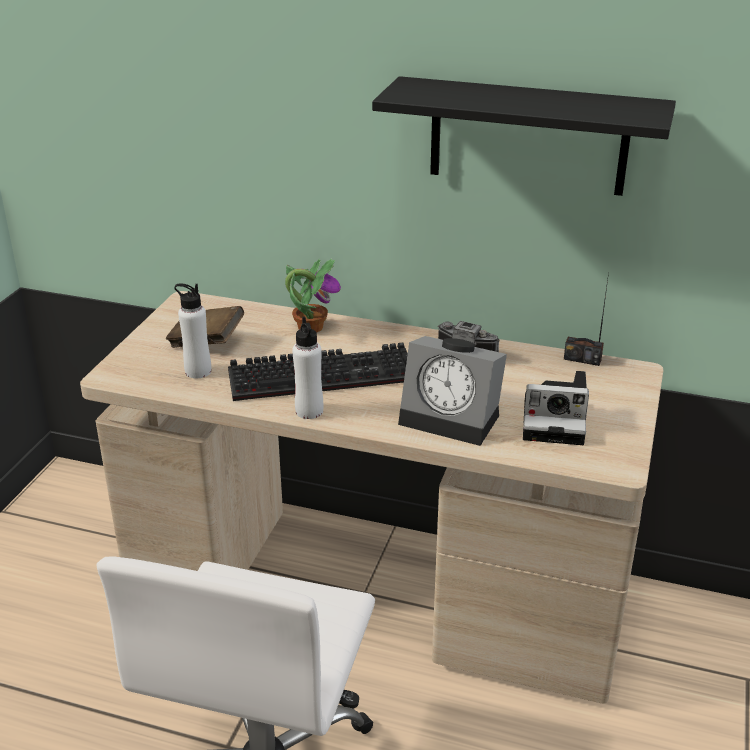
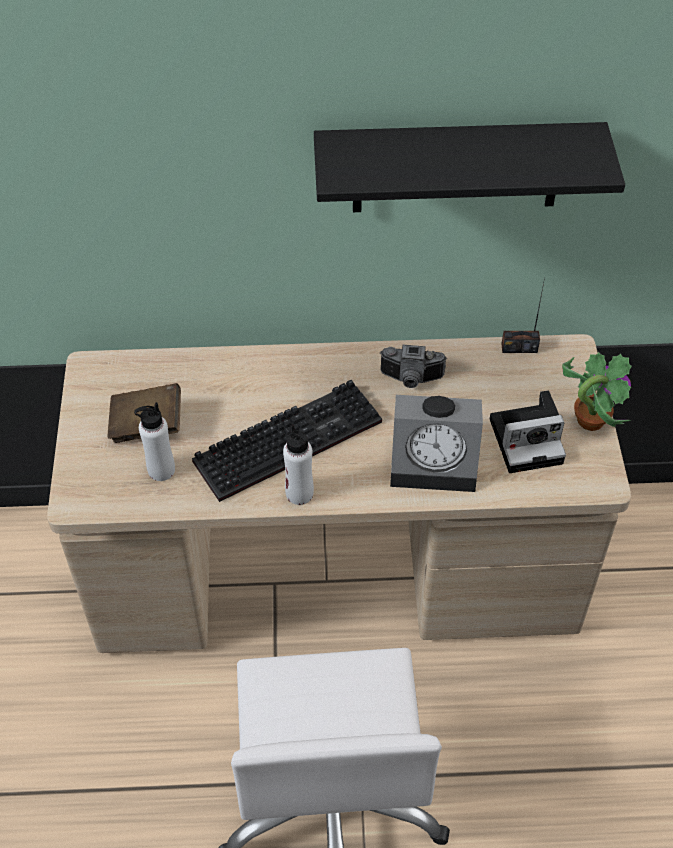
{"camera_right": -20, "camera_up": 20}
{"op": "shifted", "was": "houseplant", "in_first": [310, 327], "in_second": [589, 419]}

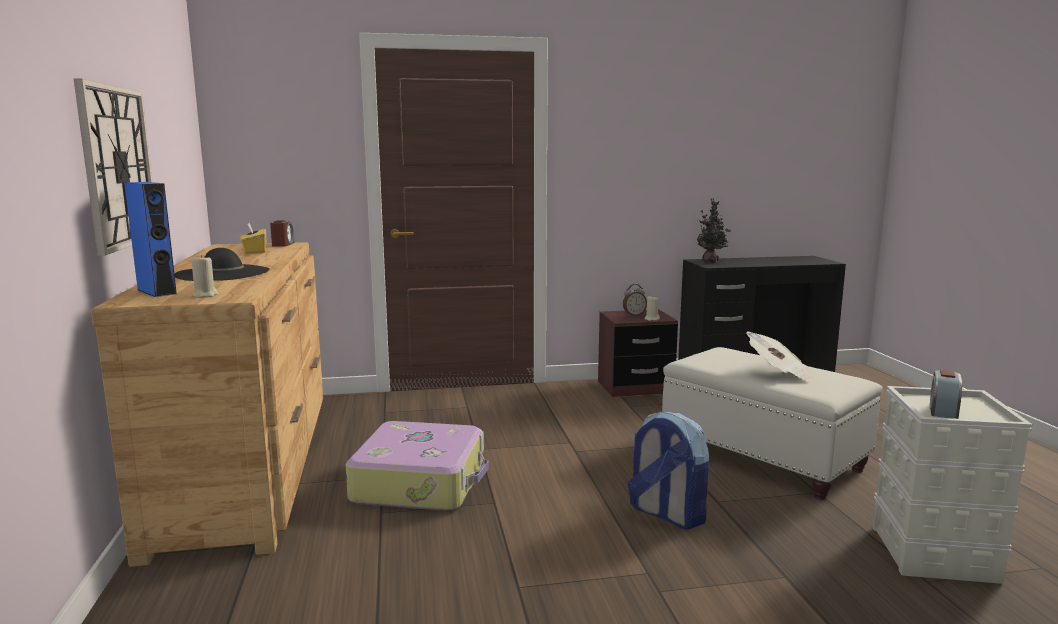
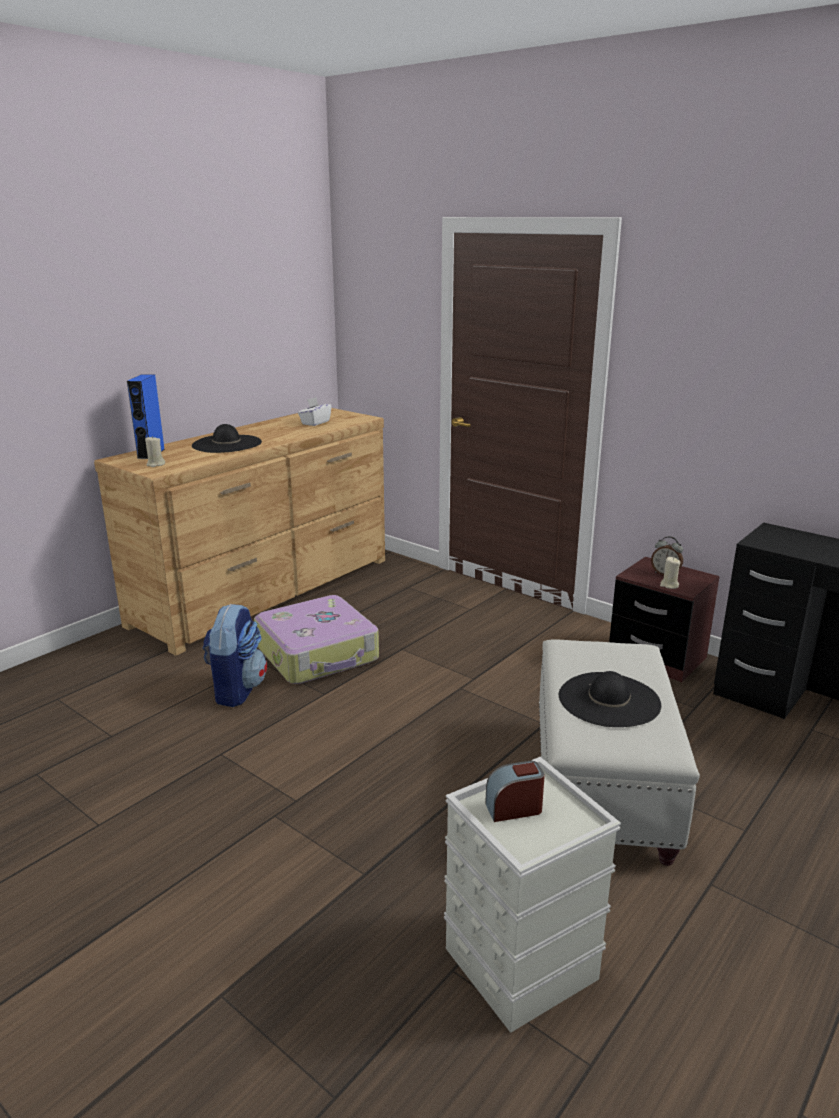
{"camera_right": 50, "camera_up": 10}
{"op": "gone", "was": "clock on the wall", "in_first": [117, 167]}
{"op": "gone", "was": "alarm clock", "in_first": [283, 244]}
{"op": "gone", "was": "houseplant", "in_first": [712, 261]}
{"op": "shifted", "was": "backpack", "in_first": [666, 514], "in_second": [236, 689]}
{"op": "swapped", "was": "newspaper", "now": "clothing hat (black-coloured)", "in_first": [778, 373], "in_second": [609, 700]}
{"op": "repainted", "was": "tissue box (yellow)", "now": "tissue box (whitish)", "in_first": [254, 252], "in_second": [315, 423]}

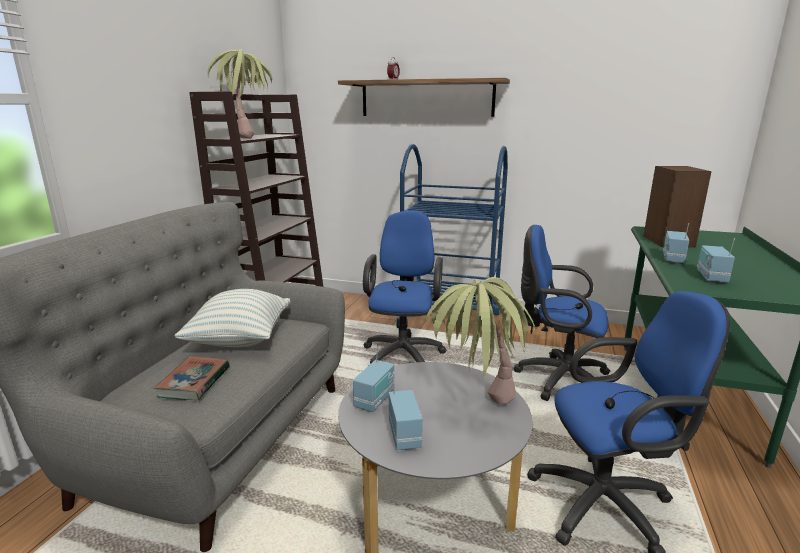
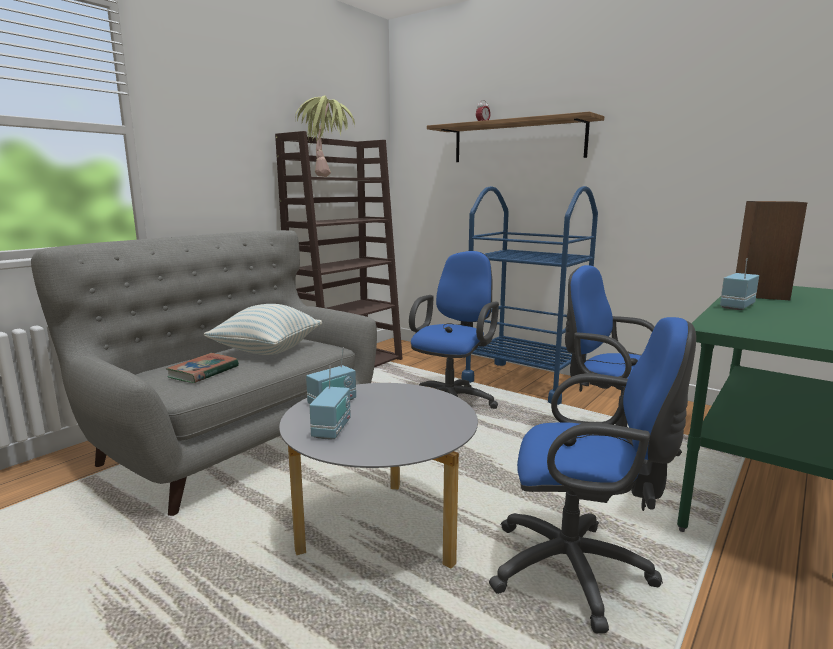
{"camera_right": 20, "camera_up": -5}
{"op": "gone", "was": "houseplant", "in_first": [475, 408]}
{"op": "gone", "was": "radio", "in_first": [711, 277]}

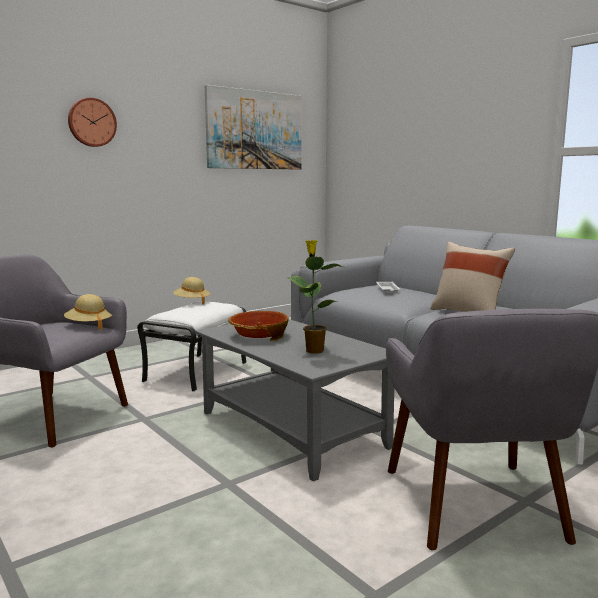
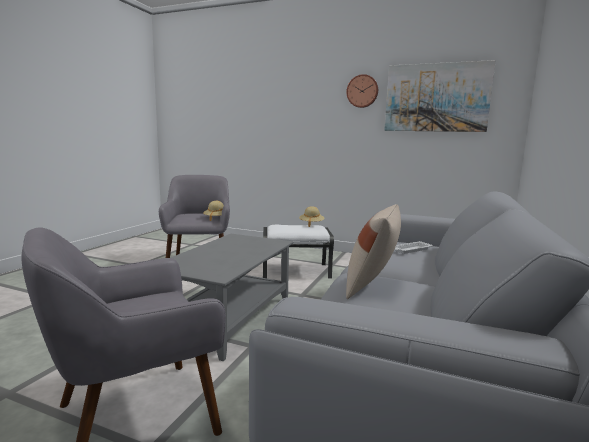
{"camera_right": 60, "camera_up": 0}
{"op": "gone", "was": "serving bowl", "in_first": [258, 335]}
{"op": "gone", "was": "houseplant", "in_first": [313, 350]}
{"op": "shifted", "was": "clock on the wall", "in_first": [91, 122], "in_second": [362, 91]}

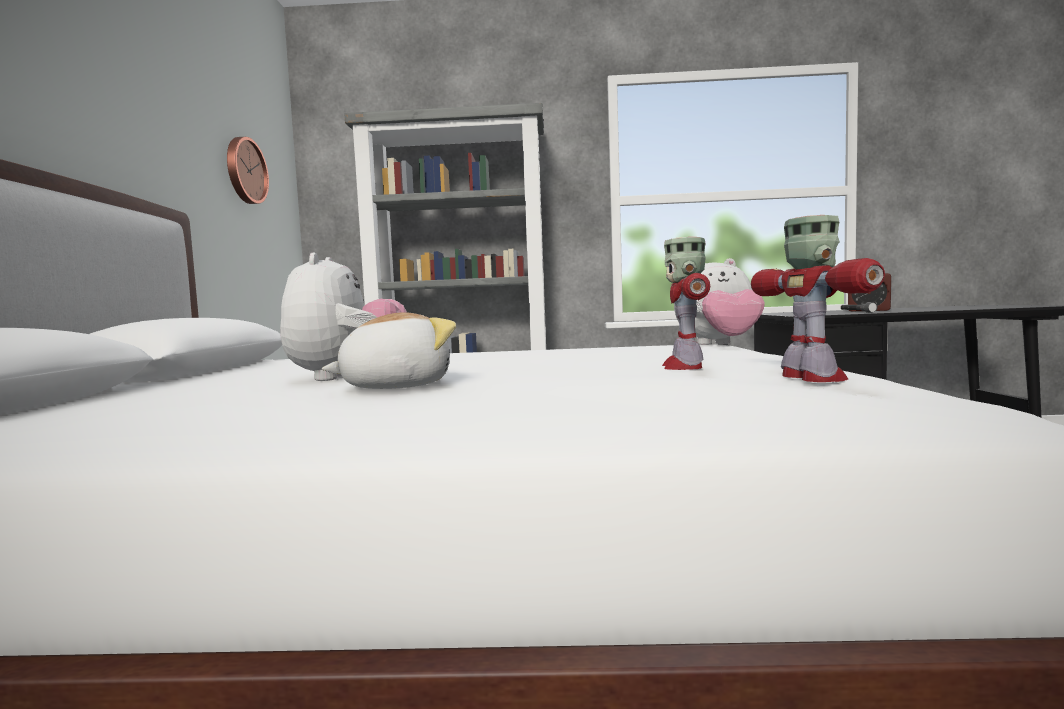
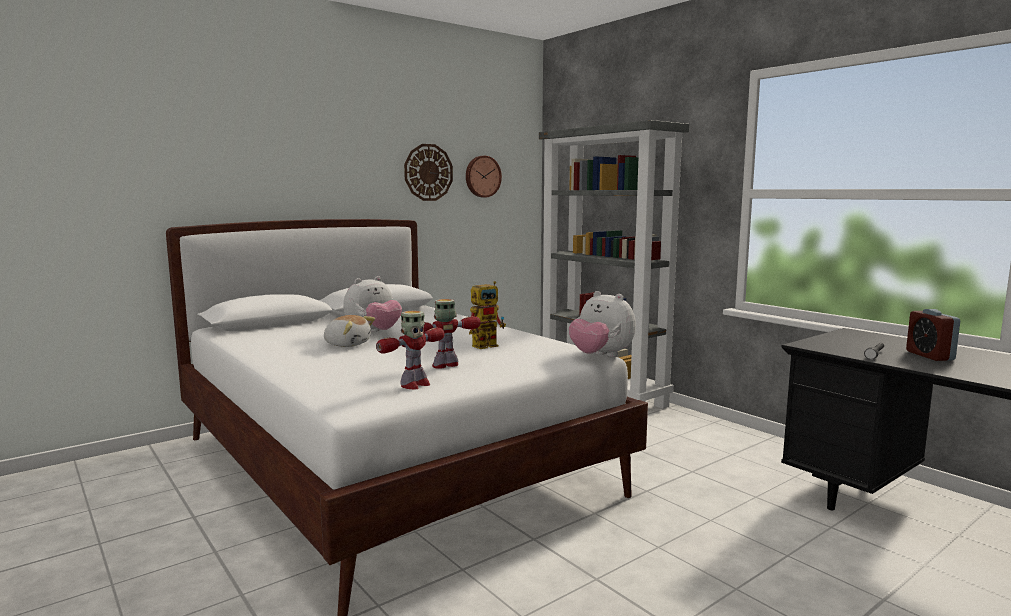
{"camera_right": 50, "camera_up": 5}
{"op": "new", "now": "clock on the wall", "in_second": [428, 172]}
{"op": "new", "now": "model robot", "in_second": [488, 345]}

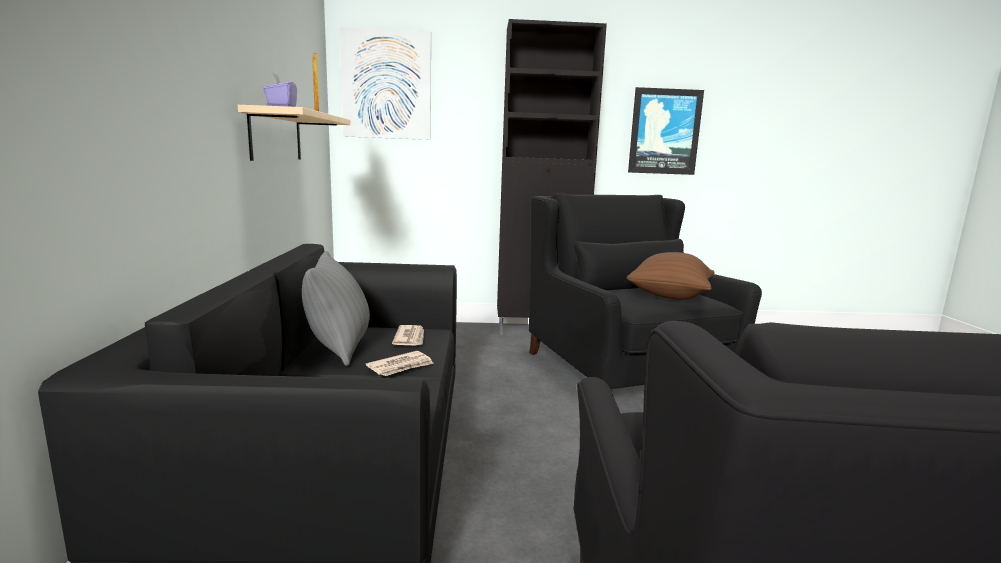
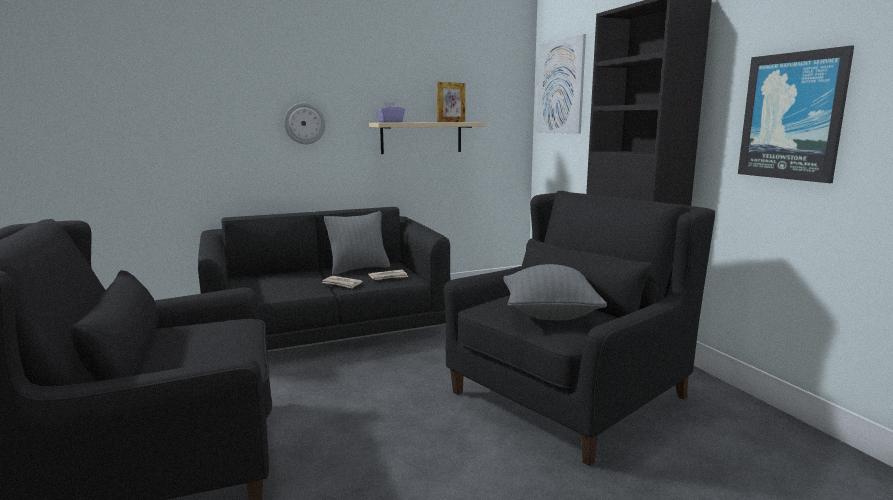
{"camera_right": 70, "camera_up": 0}
{"op": "new", "now": "clock on the wall", "in_second": [304, 123]}
{"op": "repainted", "was": "pillow (brown-coloured)", "now": "pillow (greyish)", "in_first": [669, 296], "in_second": [549, 314]}

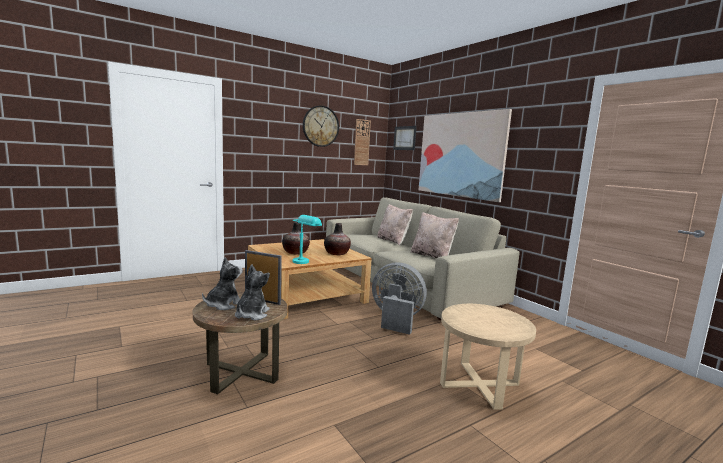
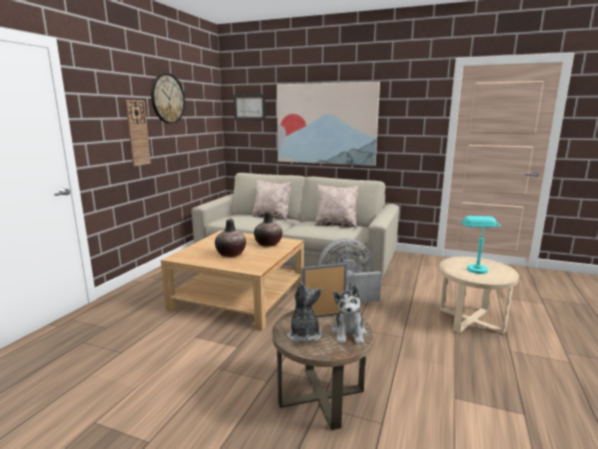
{"camera_right": -35, "camera_up": 5}
{"op": "shifted", "was": "tabletop lamp (turquoise)", "in_first": [304, 260], "in_second": [474, 267]}
{"op": "shifted", "was": "clock on the wall", "in_first": [361, 142], "in_second": [137, 133]}
{"op": "rotated", "was": "soft toy", "in_first": [251, 315], "in_second": [349, 333], "clockwise": -150}

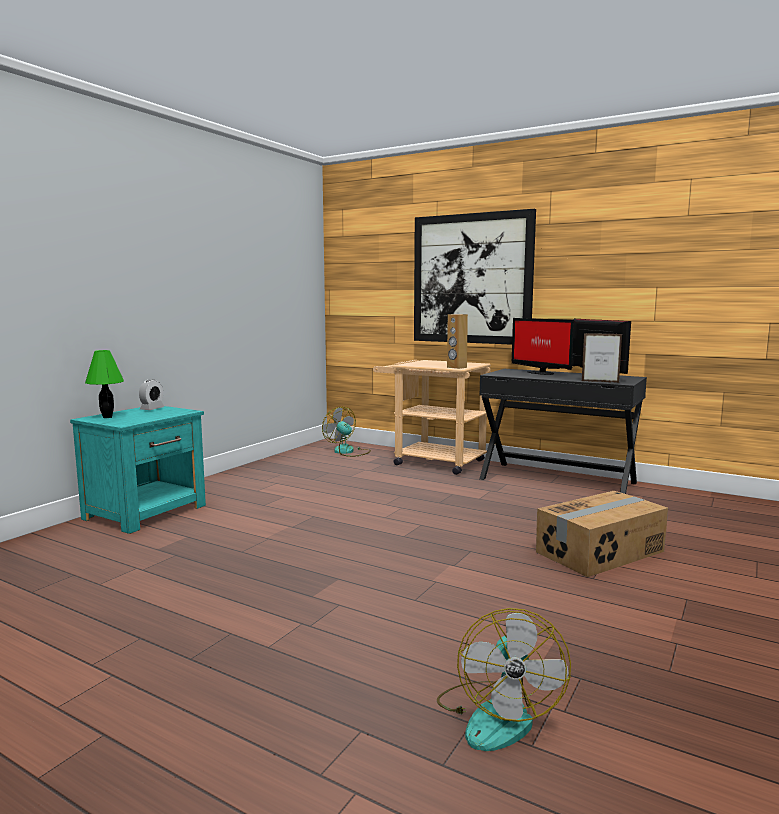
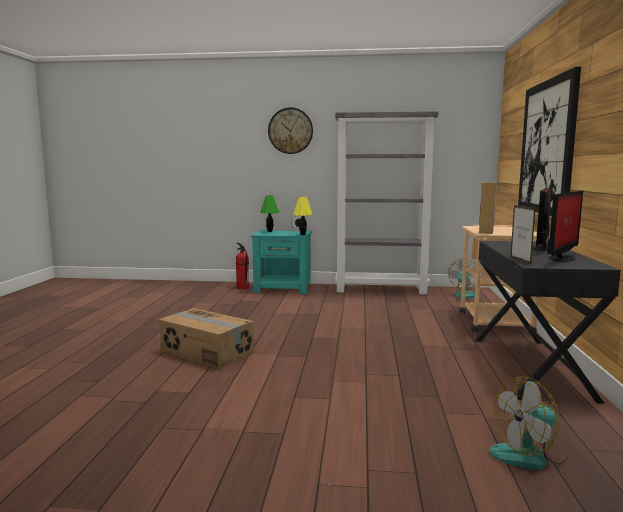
{"camera_right": 65, "camera_up": 0}
{"op": "new", "now": "fire-fighting cylinder", "in_second": [242, 287]}
{"op": "new", "now": "clock on the wall", "in_second": [290, 131]}
{"op": "new", "now": "tabletop lamp (yellow)", "in_second": [303, 234]}
{"op": "new", "now": "shelving unit (greyish)", "in_second": [381, 289]}
{"op": "shifted", "was": "electric fan", "in_first": [497, 715], "in_second": [529, 455]}
{"op": "shifted", "was": "packing box", "in_first": [601, 552], "in_second": [206, 352]}

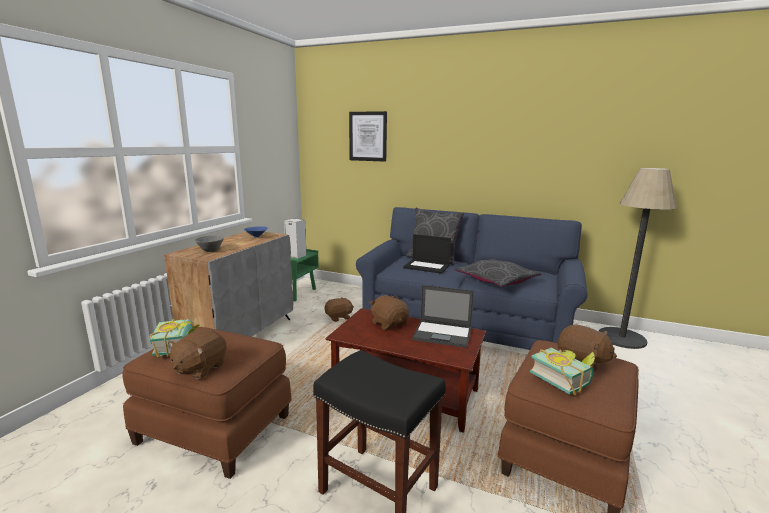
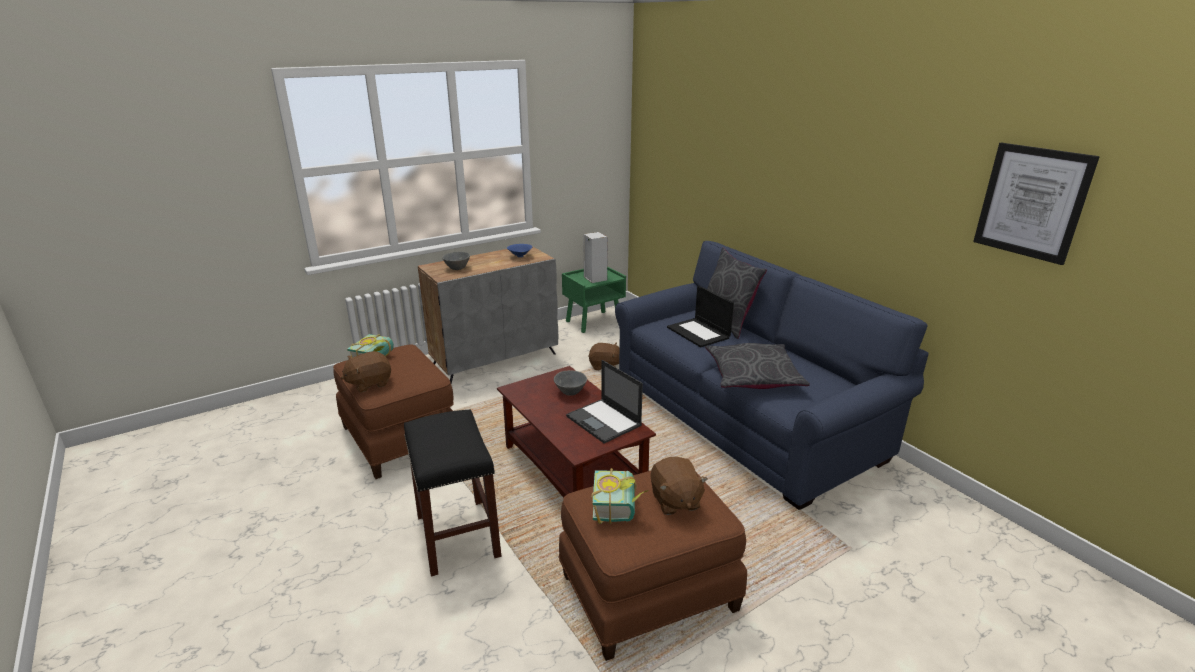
{"camera_right": 35, "camera_up": 10}
{"op": "gone", "was": "floor lamp", "in_first": [622, 338]}
{"op": "shifted", "was": "wall art", "in_first": [368, 136], "in_second": [1032, 202]}
{"op": "swapped", "was": "soft toy (brown-coloured)", "now": "serving bowl (greyish)", "in_first": [389, 324], "in_second": [569, 392]}

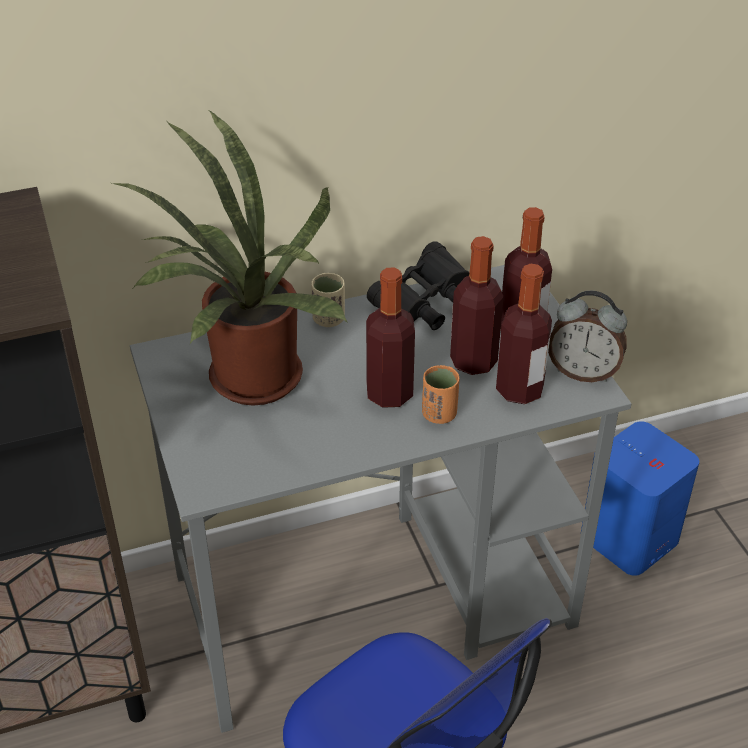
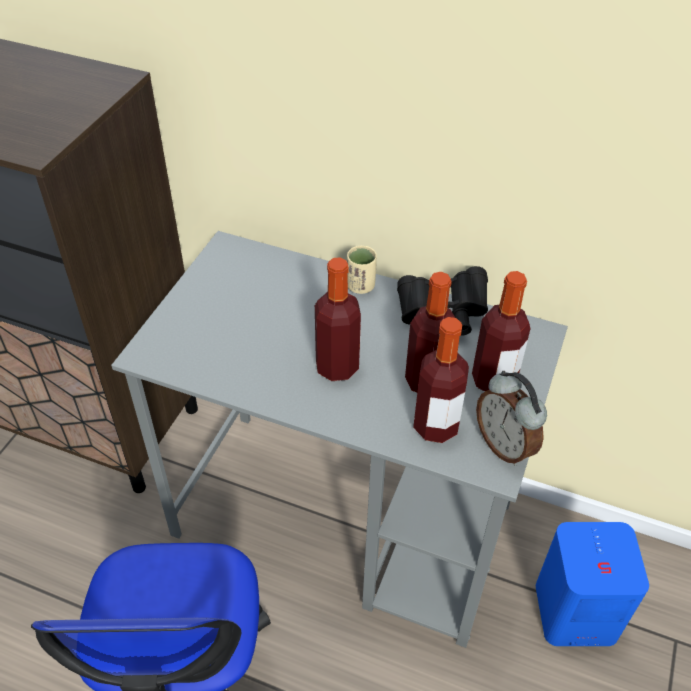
{"camera_right": 40, "camera_up": 5}
{"op": "gone", "was": "houseplant", "in_first": [246, 382]}
{"op": "gone", "was": "drinking cup (orange)", "in_first": [439, 414]}

